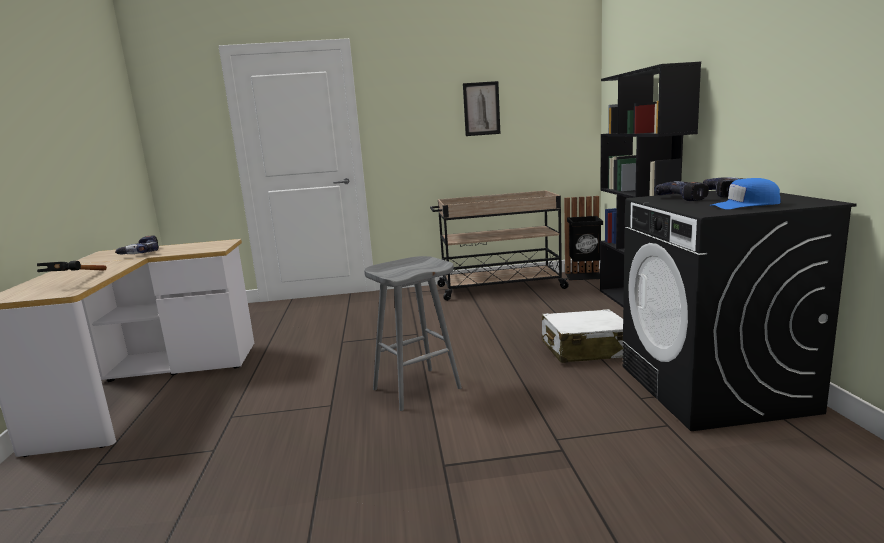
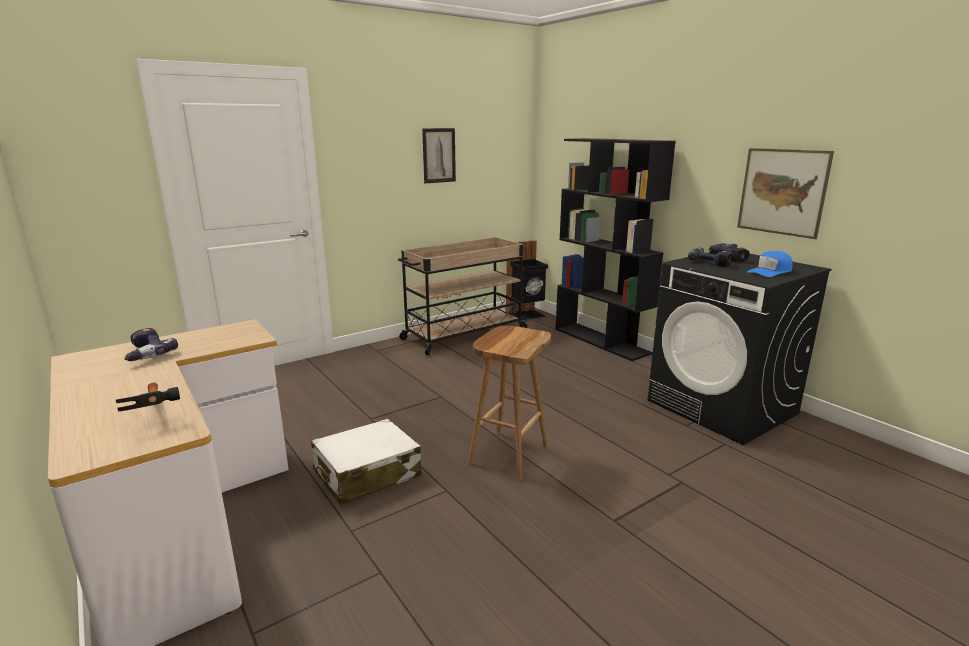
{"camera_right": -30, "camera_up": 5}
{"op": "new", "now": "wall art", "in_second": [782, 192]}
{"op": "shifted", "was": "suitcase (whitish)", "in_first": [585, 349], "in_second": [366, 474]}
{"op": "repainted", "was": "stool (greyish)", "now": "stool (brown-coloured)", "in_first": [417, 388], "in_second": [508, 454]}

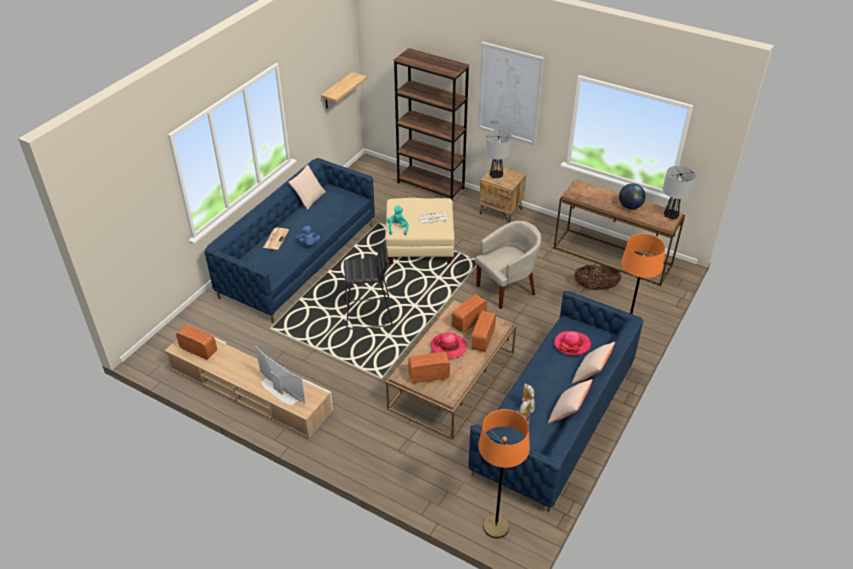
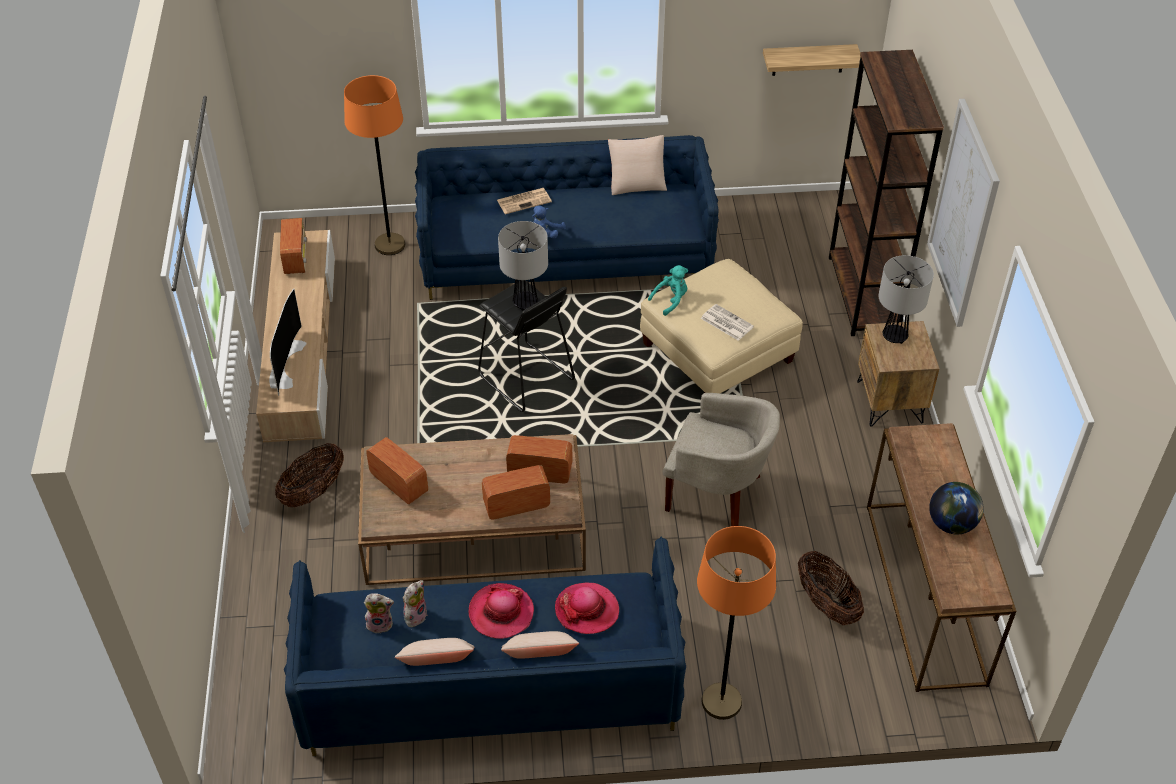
{"camera_right": 55, "camera_up": 5}
{"op": "new", "now": "household basket", "in_second": [313, 491]}
{"op": "shifted", "was": "clothing hat", "in_first": [448, 347], "in_second": [501, 612]}
{"op": "shifted", "was": "floor lamp (orange)", "in_first": [496, 527], "in_second": [390, 245]}
{"op": "shifted", "was": "tabletop lamp", "in_first": [671, 216], "in_second": [525, 303]}

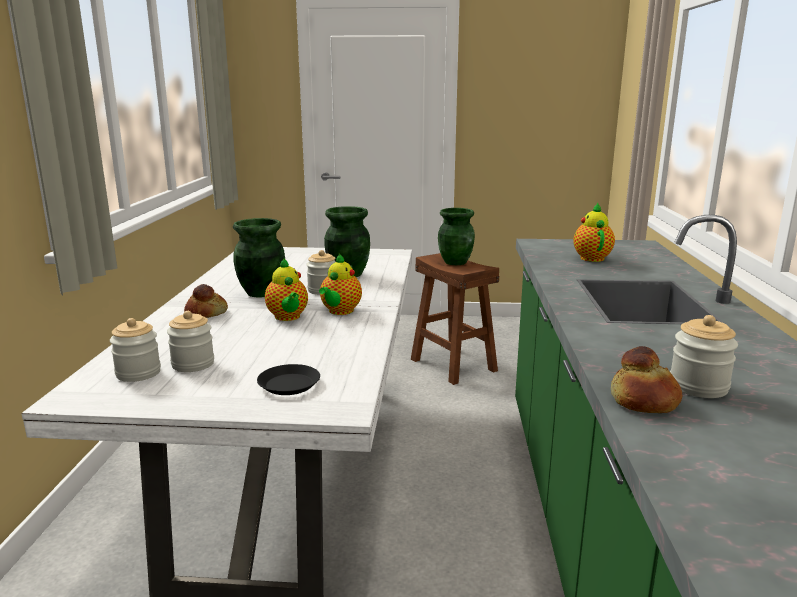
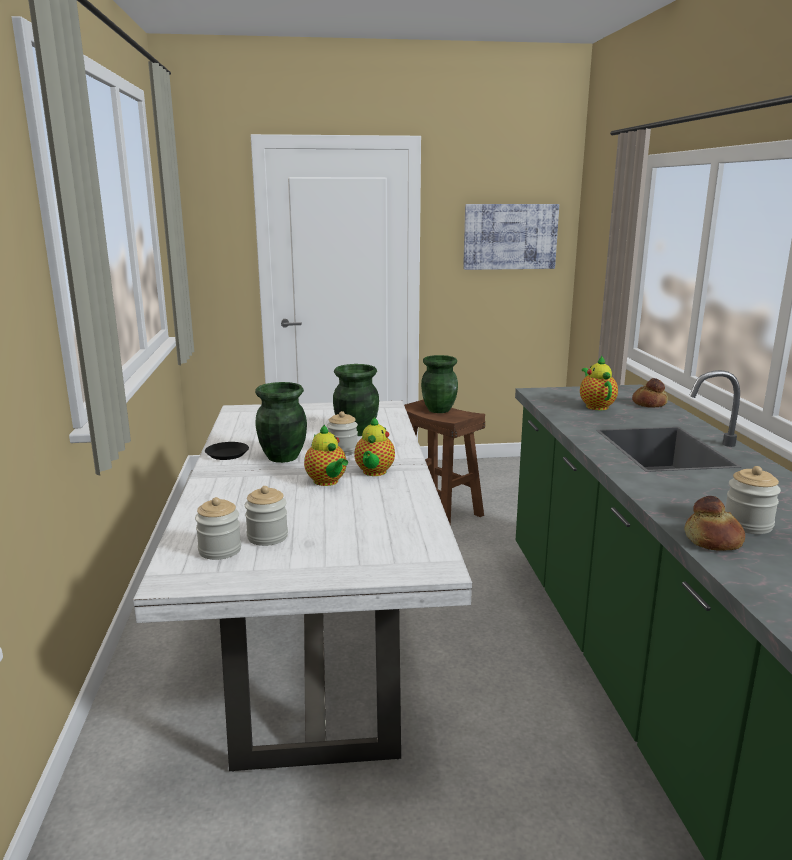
{"camera_right": -10, "camera_up": 0}
{"op": "new", "now": "wall art", "in_second": [510, 236]}
{"op": "shifted", "was": "bakery bread", "in_first": [206, 313], "in_second": [649, 403]}
{"op": "shifted", "was": "plate (black-coloured)", "in_first": [289, 384], "in_second": [227, 454]}

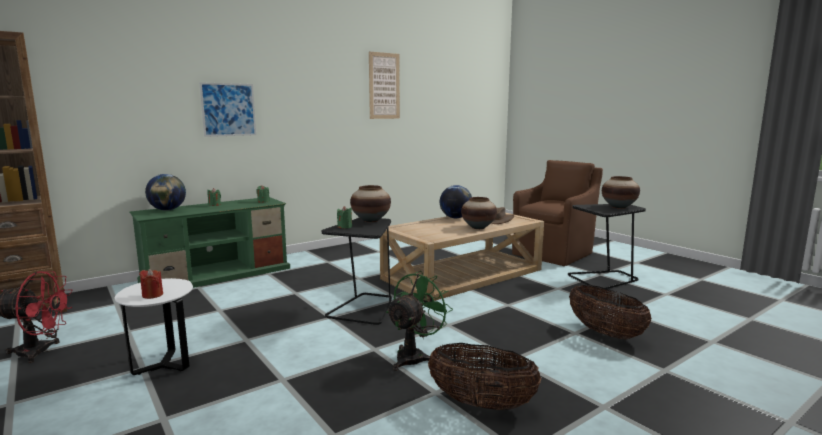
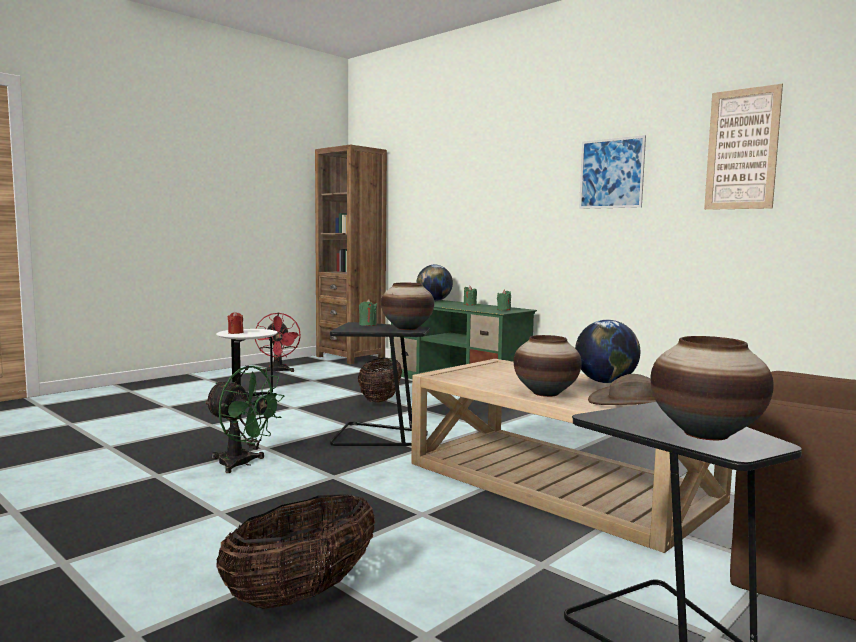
{"camera_right": 80, "camera_up": -5}
{"op": "shifted", "was": "wall art", "in_first": [228, 109], "in_second": [611, 173]}
{"op": "shifted", "was": "household basket", "in_first": [481, 404], "in_second": [380, 400]}

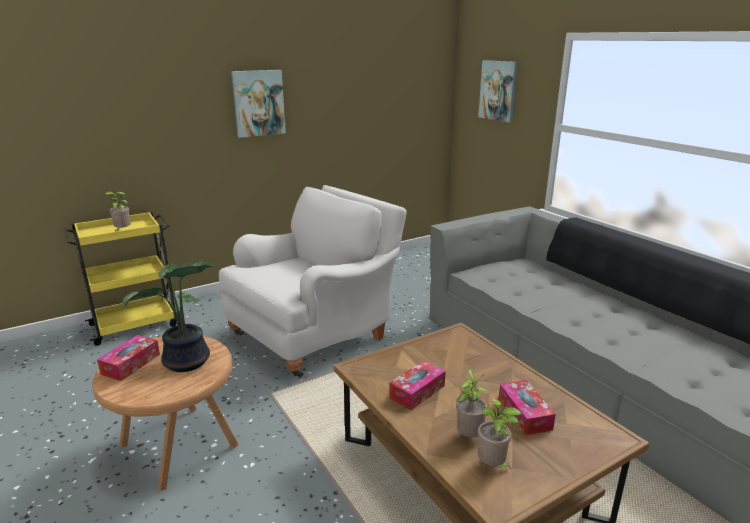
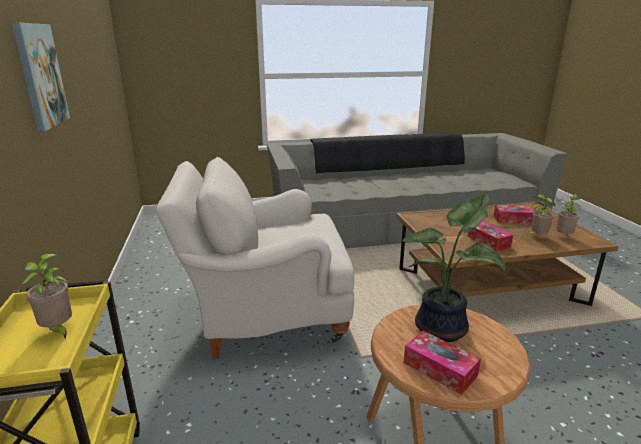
{"camera_right": -70, "camera_up": 0}
{"op": "gone", "was": "wall art", "in_first": [498, 90]}
{"op": "rotated", "was": "lounge chair (whitish)", "in_first": [315, 334], "in_second": [265, 314], "clockwise": -75}

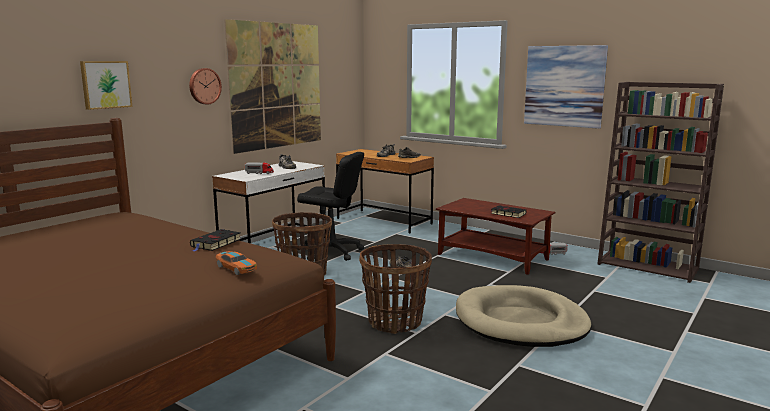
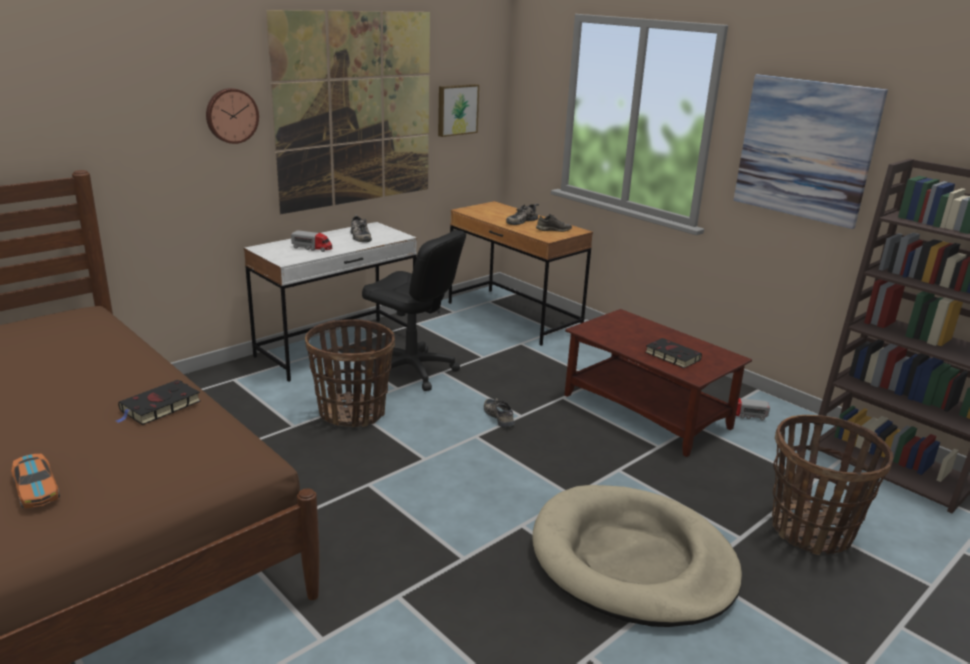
{"camera_right": 10, "camera_up": 10}
{"op": "shifted", "was": "wall art", "in_first": [105, 84], "in_second": [456, 109]}
{"op": "shifted", "was": "toy car", "in_first": [236, 268], "in_second": [36, 488]}
{"op": "shifted", "was": "household basket", "in_first": [395, 322], "in_second": [811, 530]}

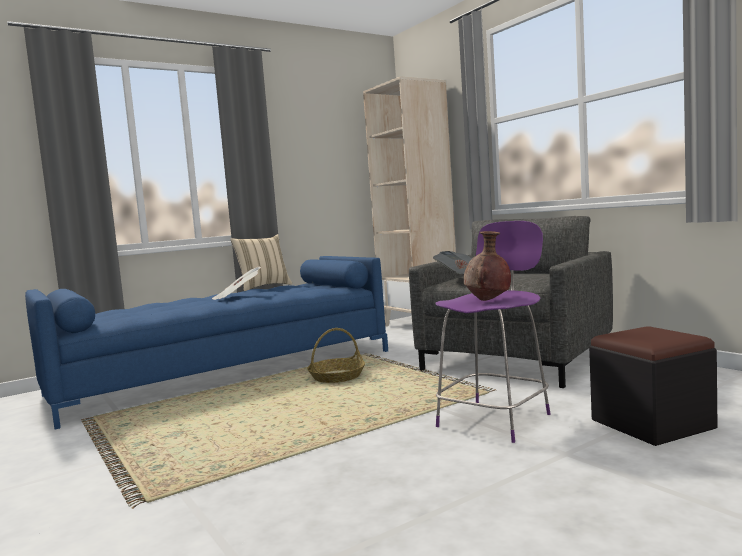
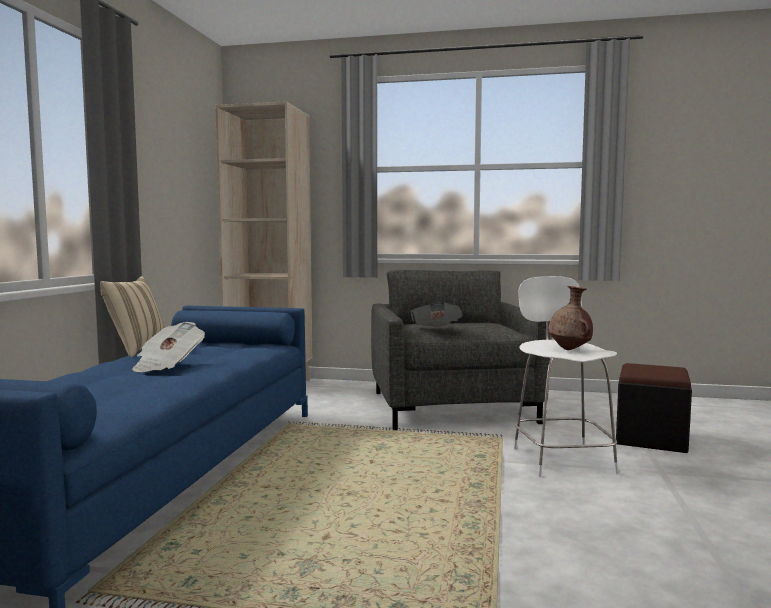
{"camera_right": -45, "camera_up": 0}
{"op": "gone", "was": "household basket", "in_first": [337, 377]}
{"op": "repainted", "was": "stool (purple-coloured)", "now": "stool (whitish)", "in_first": [496, 419], "in_second": [561, 459]}

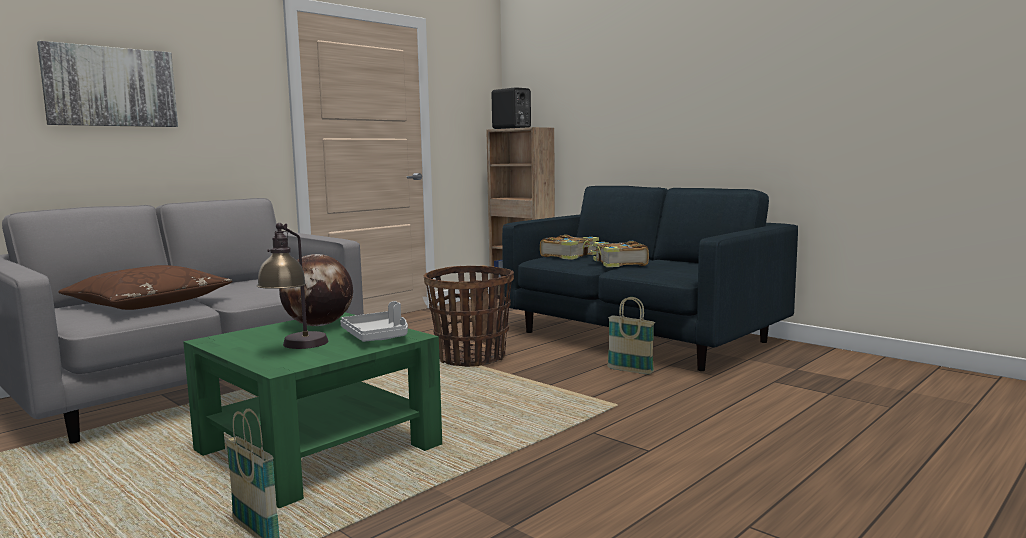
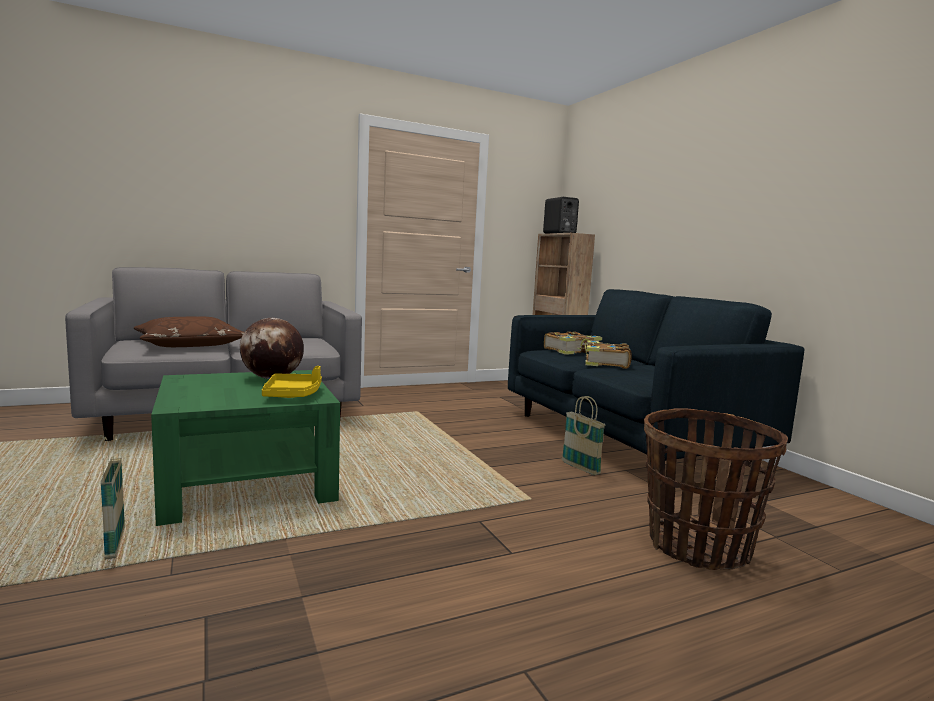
{"camera_right": 20, "camera_up": 0}
{"op": "gone", "was": "wall art", "in_first": [111, 87]}
{"op": "gone", "was": "tabletop lamp", "in_first": [296, 347]}
{"op": "shifted", "was": "household basket", "in_first": [471, 358], "in_second": [698, 546]}
{"op": "repainted", "was": "serving tray (greyish)", "now": "serving tray (yellow)", "in_first": [378, 337], "in_second": [293, 395]}

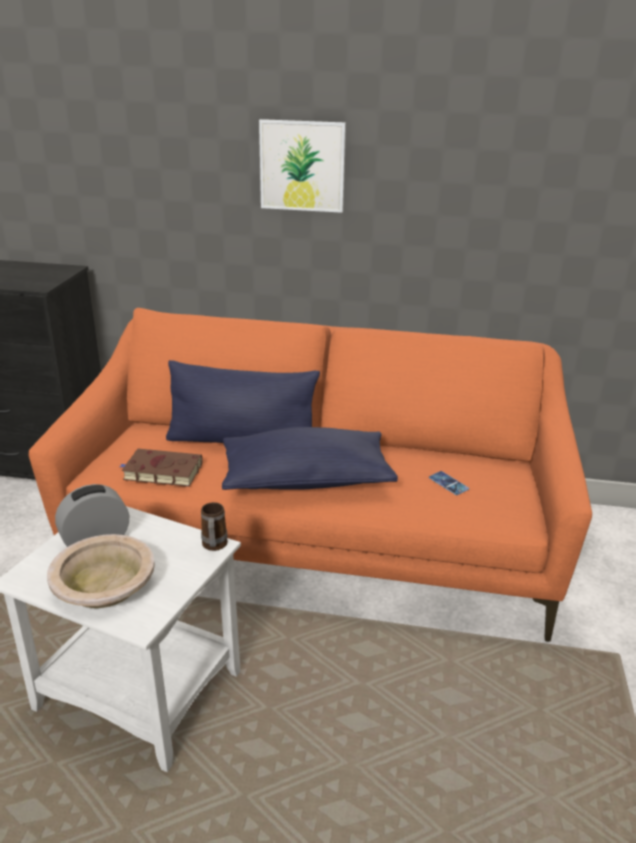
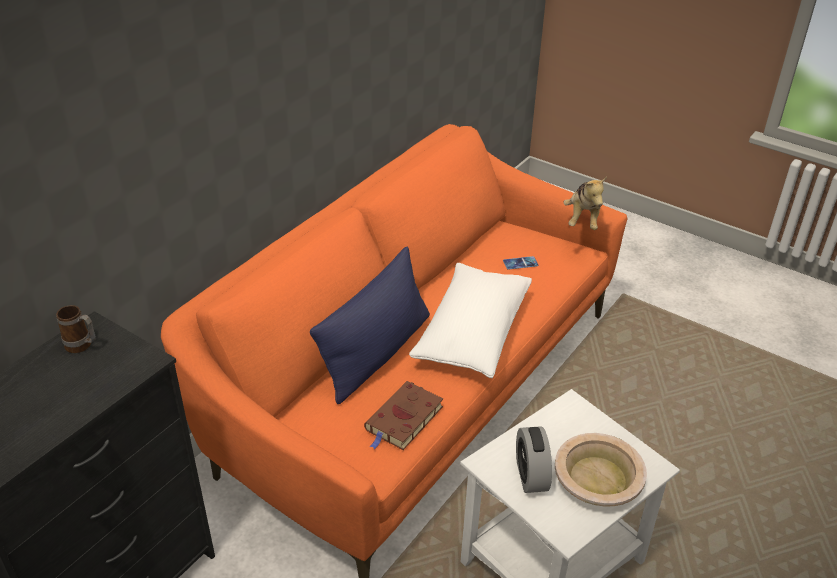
{"camera_right": -65, "camera_up": 10}
{"op": "gone", "was": "wall art", "in_first": [302, 166]}
{"op": "new", "now": "soft toy", "in_second": [583, 219]}
{"op": "shifted", "was": "tea mug", "in_first": [214, 547], "in_second": [82, 347]}
{"op": "repainted", "was": "pillow (bluish)", "now": "pillow (whitish)", "in_first": [306, 480], "in_second": [472, 333]}

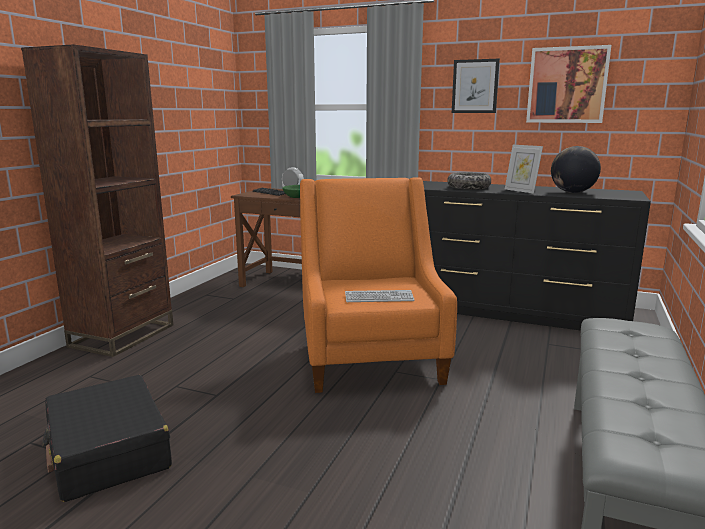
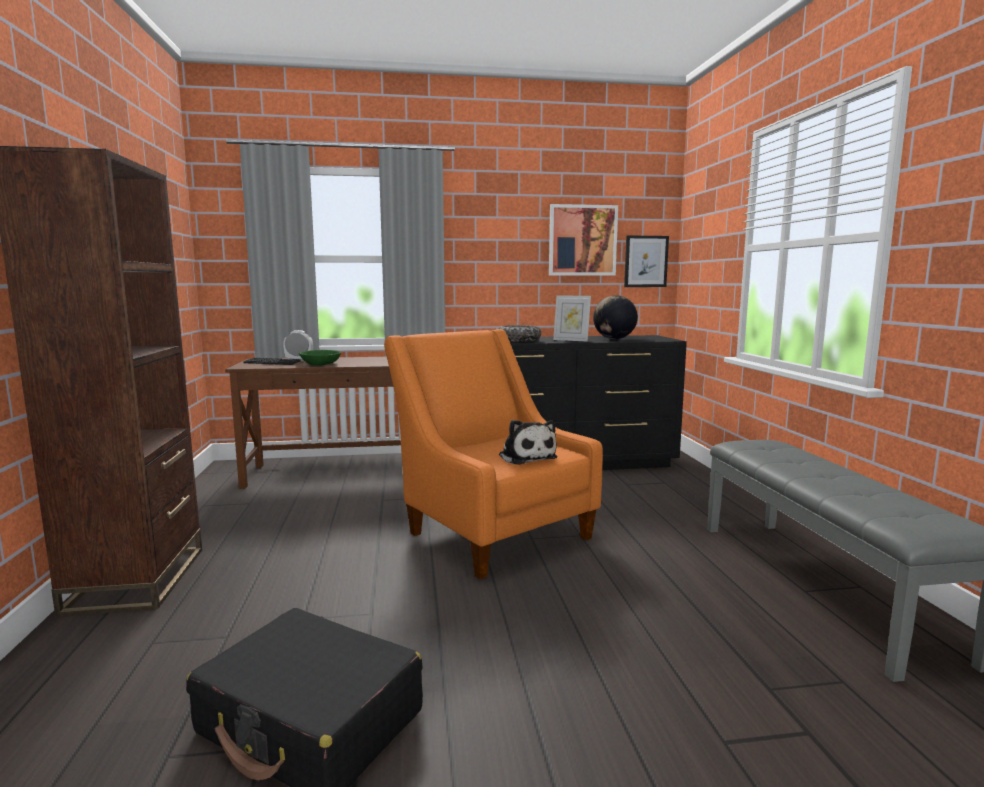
{"camera_right": -30, "camera_up": -5}
{"op": "shifted", "was": "wall art", "in_first": [475, 86], "in_second": [646, 261]}
{"op": "swapped", "was": "keyboard", "now": "soft toy", "in_first": [379, 297], "in_second": [526, 457]}

